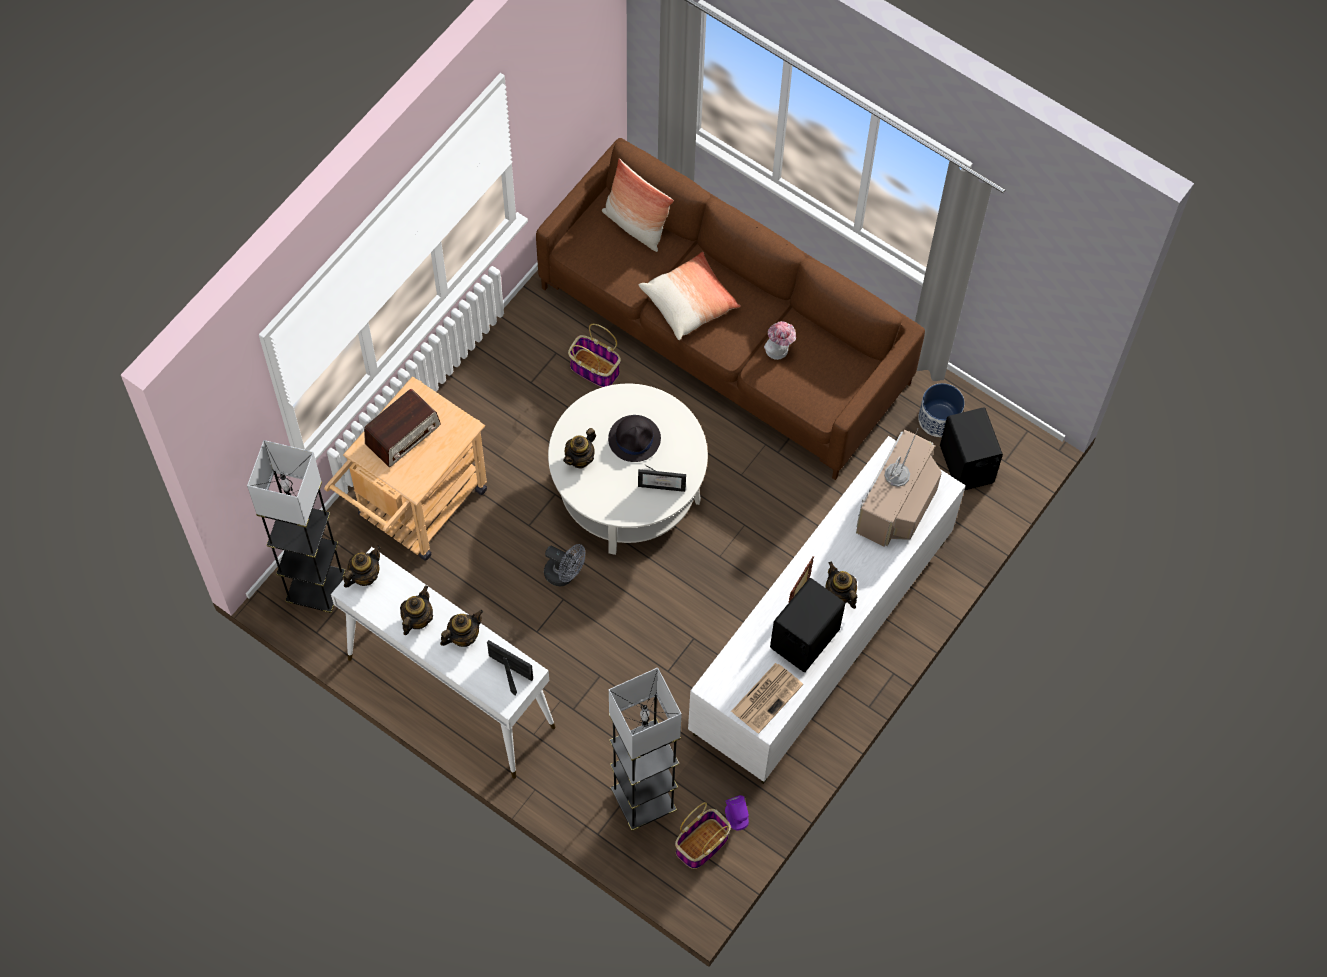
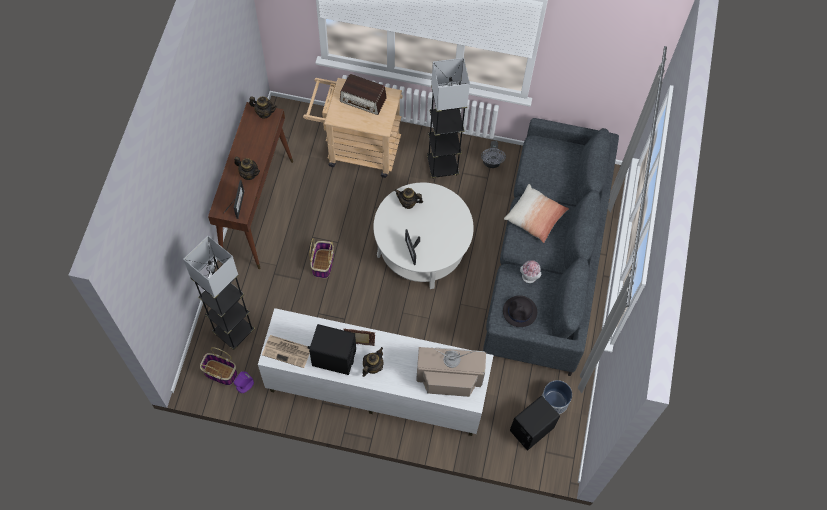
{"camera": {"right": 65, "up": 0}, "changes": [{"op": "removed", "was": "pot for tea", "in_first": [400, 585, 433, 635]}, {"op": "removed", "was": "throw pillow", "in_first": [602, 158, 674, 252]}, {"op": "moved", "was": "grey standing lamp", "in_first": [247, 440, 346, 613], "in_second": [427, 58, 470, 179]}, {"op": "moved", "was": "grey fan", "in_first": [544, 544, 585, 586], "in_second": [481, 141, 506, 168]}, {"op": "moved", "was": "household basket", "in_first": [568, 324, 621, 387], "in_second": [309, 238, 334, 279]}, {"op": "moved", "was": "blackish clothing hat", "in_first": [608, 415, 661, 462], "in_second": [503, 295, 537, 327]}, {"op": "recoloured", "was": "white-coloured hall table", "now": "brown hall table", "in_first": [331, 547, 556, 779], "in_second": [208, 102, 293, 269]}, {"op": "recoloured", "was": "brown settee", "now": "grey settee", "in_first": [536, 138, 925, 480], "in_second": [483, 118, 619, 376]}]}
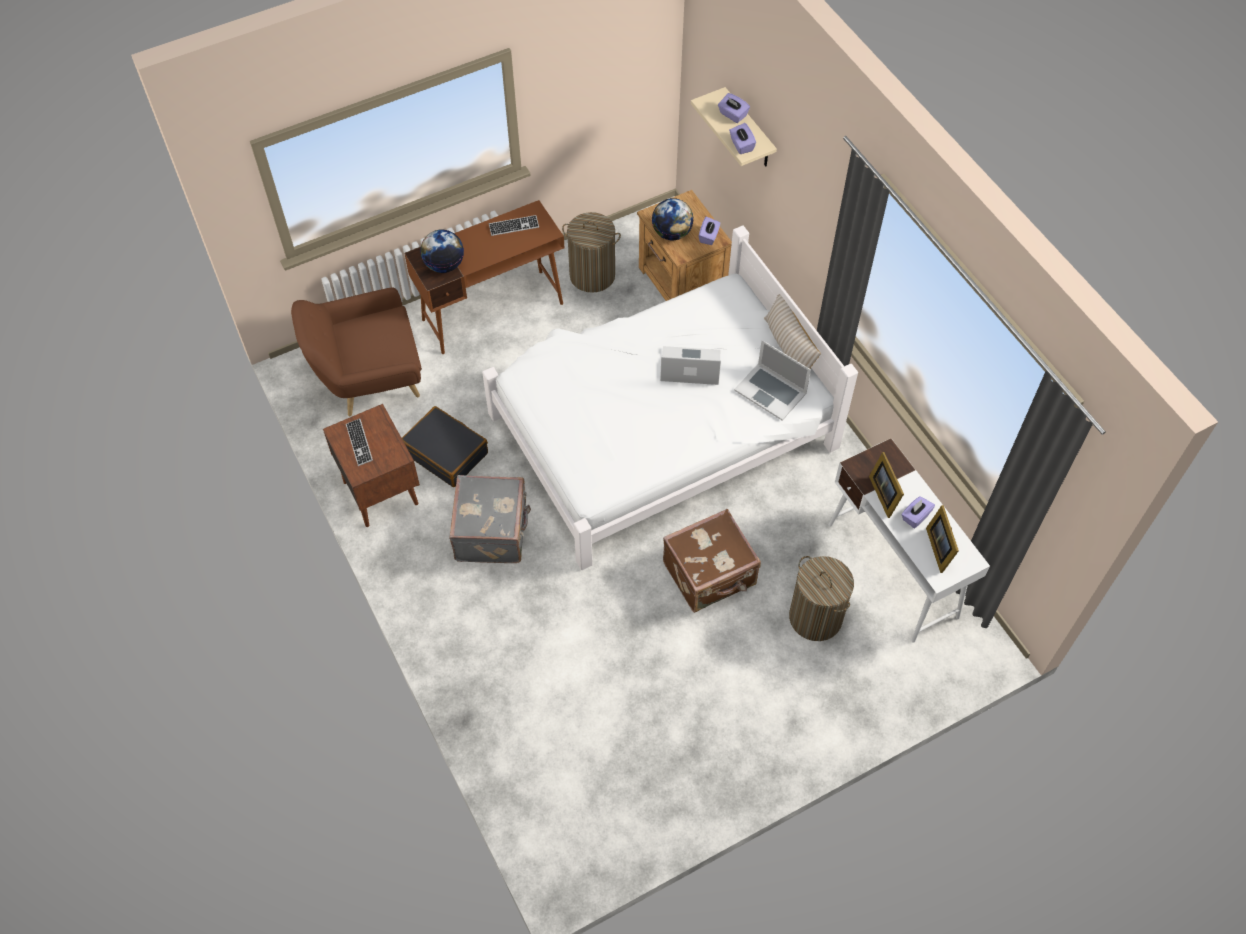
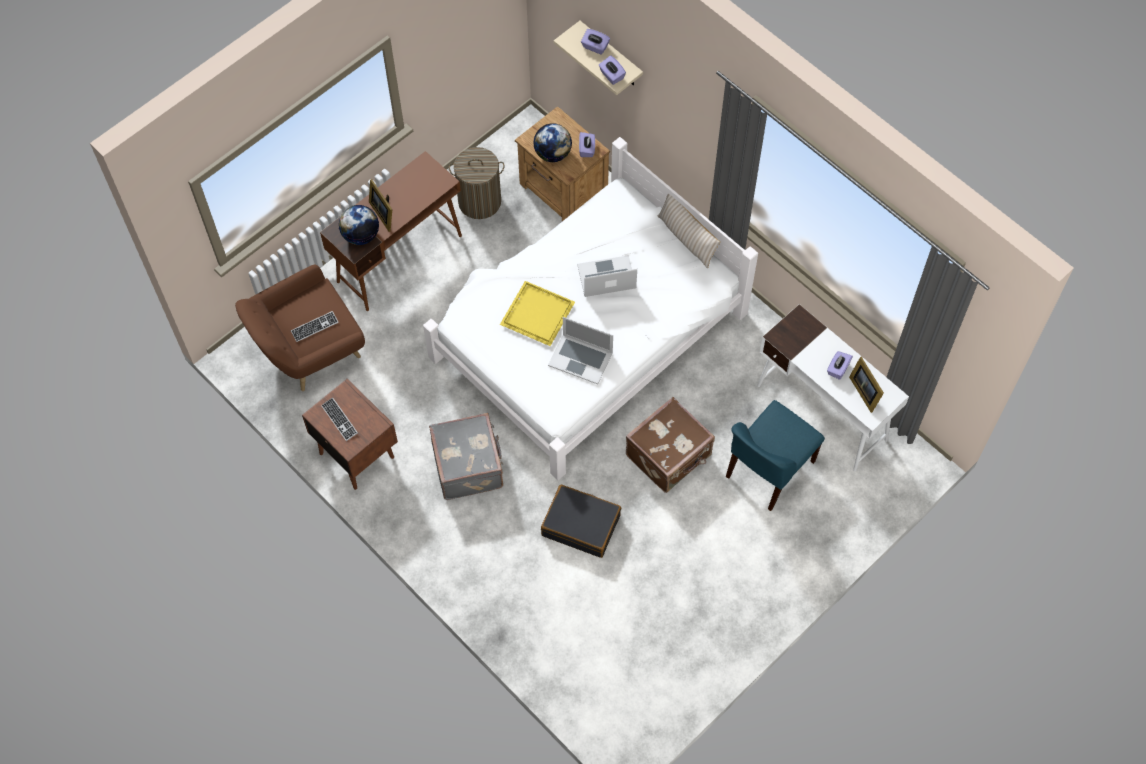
{"camera": {"right": -15, "up": 5}, "changes": [{"op": "added", "now": "yellow-coloured serving tray", "in_second": [500, 281, 575, 346]}, {"op": "moved", "was": "blackish travel case", "in_first": [402, 406, 488, 487], "in_second": [541, 485, 621, 558]}, {"op": "moved", "was": "computer keyboard", "in_first": [489, 215, 539, 236], "in_second": [291, 311, 339, 342]}, {"op": "moved", "was": "laptop", "in_first": [734, 340, 811, 421], "in_second": [548, 317, 613, 384]}, {"op": "moved", "was": "standing frame", "in_first": [869, 452, 904, 518], "in_second": [369, 179, 392, 232]}, {"op": "replaced", "was": "washing basket", "now": "bluish chair", "in_first": [789, 556, 854, 641], "in_second": [726, 400, 825, 511]}]}
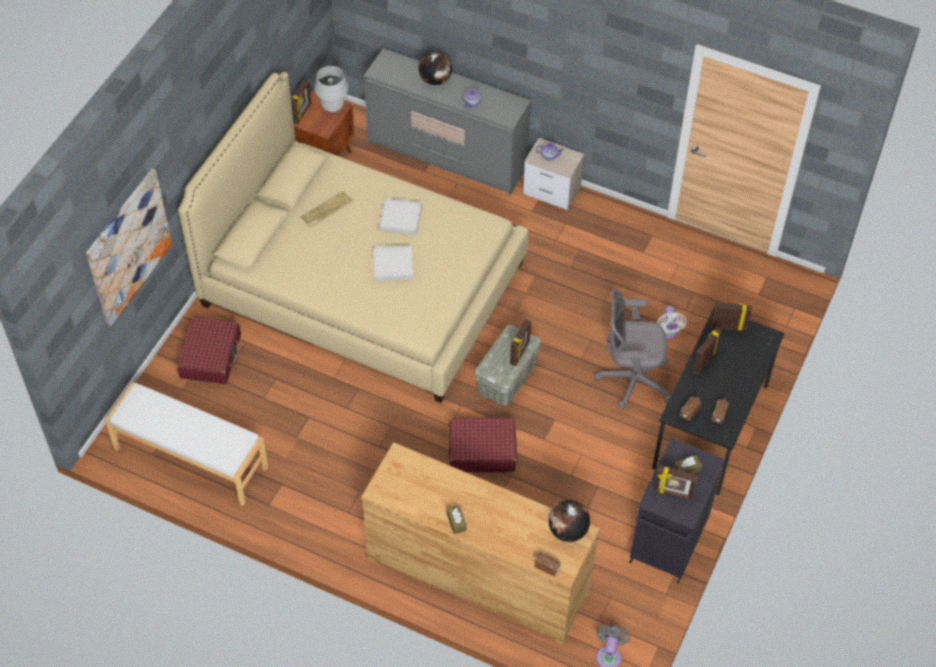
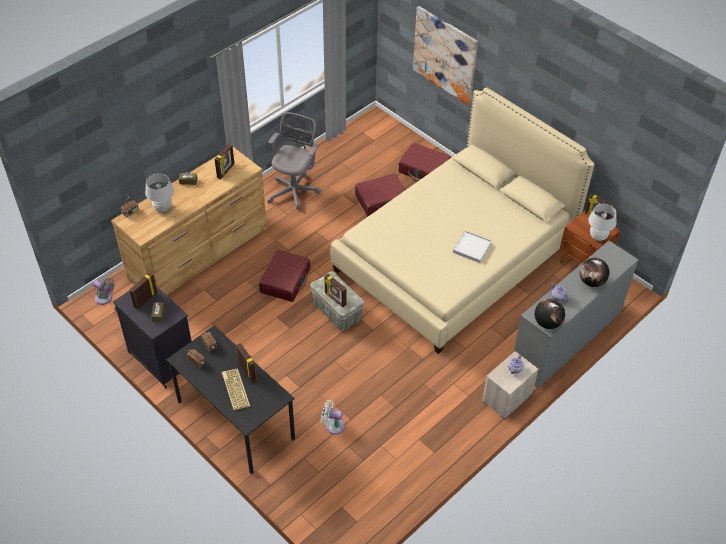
{"camera": {"right": 110, "up": -5}, "changes": [{"op": "removed", "was": "white-coloured bench", "in_first": [105, 382, 268, 506]}, {"op": "removed", "was": "white-coloured serving tray", "in_first": [374, 245, 413, 281]}, {"op": "added", "now": "white-coloured tabletop lamp", "in_second": [145, 173, 174, 212]}, {"op": "added", "now": "red-coloured travel case", "in_second": [355, 173, 405, 216]}, {"op": "moved", "was": "computer keyboard", "in_first": [300, 191, 353, 227], "in_second": [222, 368, 250, 410]}, {"op": "moved", "was": "desk globe", "in_first": [548, 500, 590, 542], "in_second": [534, 299, 565, 329]}, {"op": "moved", "was": "grey computer chair", "in_first": [594, 289, 670, 409], "in_second": [267, 112, 321, 210]}, {"op": "moved", "was": "standing frame", "in_first": [711, 302, 752, 332], "in_second": [215, 144, 235, 179]}]}
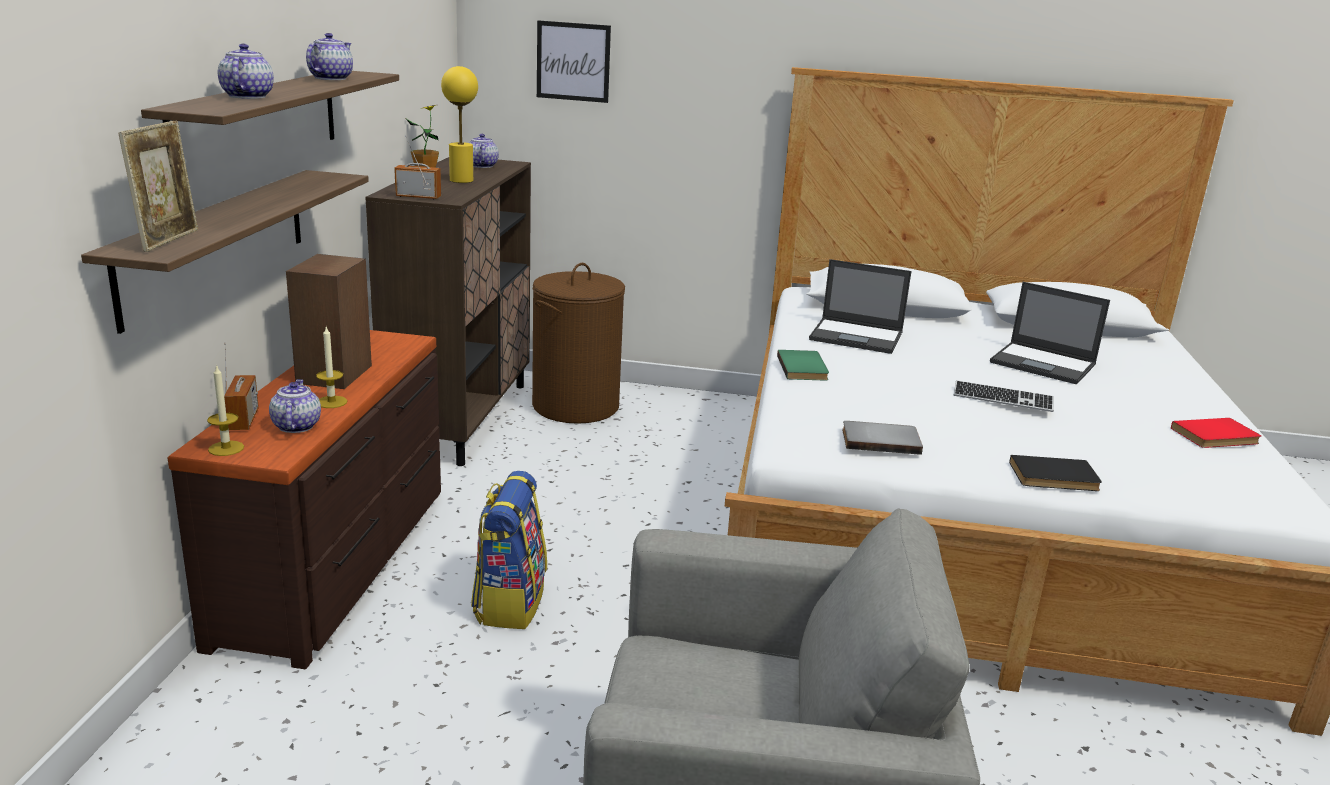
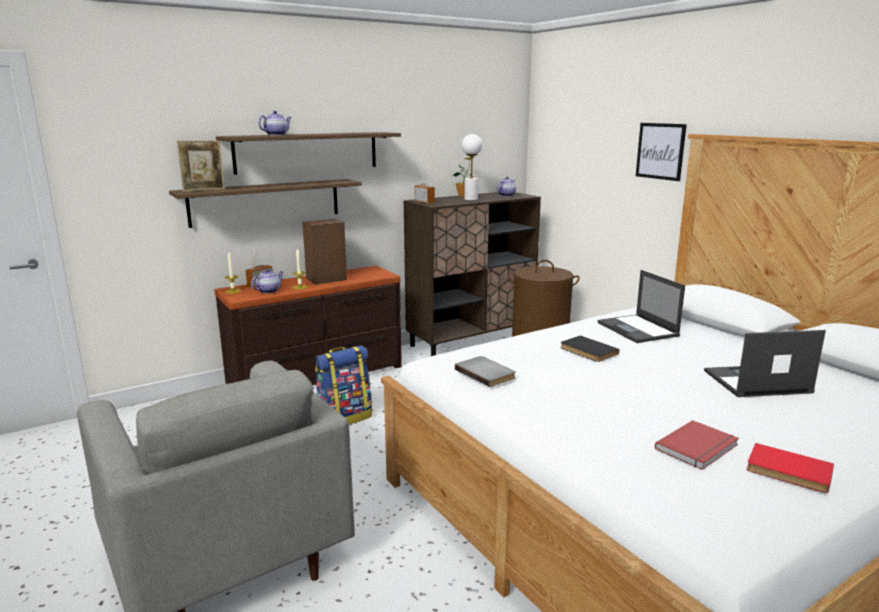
{"camera": {"right": 50, "up": -5}, "changes": [{"op": "removed", "was": "pot for tea", "in_first": [306, 33, 353, 80]}, {"op": "removed", "was": "green book", "in_first": [777, 350, 829, 381]}, {"op": "removed", "was": "computer keyboard", "in_first": [953, 380, 1054, 412]}, {"op": "added", "now": "red-coloured book", "in_second": [655, 420, 739, 470]}, {"op": "moved", "was": "wall picture", "in_first": [537, 20, 611, 103], "in_second": [636, 123, 687, 181]}, {"op": "moved", "was": "blackish book", "in_first": [1009, 455, 1102, 491], "in_second": [560, 336, 619, 362]}, {"op": "recoloured", "was": "yellow-coloured tabletop lamp", "now": "white-coloured tabletop lamp", "in_first": [441, 66, 478, 183], "in_second": [462, 134, 482, 200]}, {"op": "turned", "was": "laptop", "in_first": [990, 282, 1110, 384], "in_second": [704, 330, 826, 397], "clockwise": 90}]}
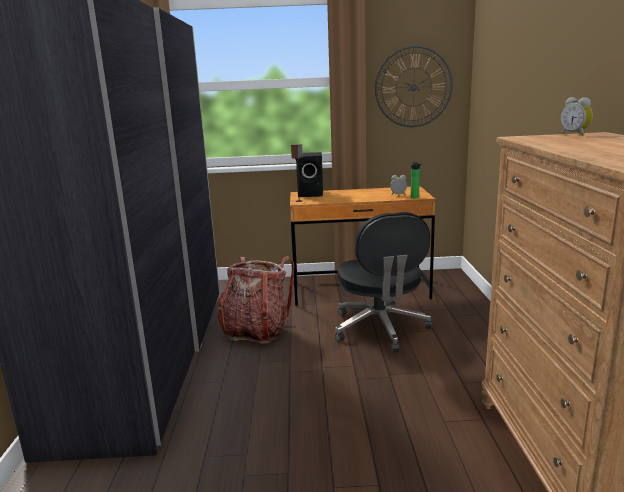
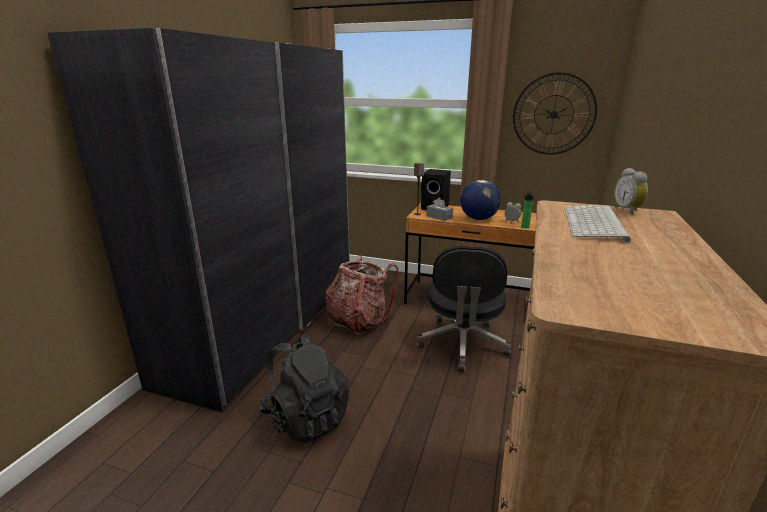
{"camera": {"right": 20, "up": 5}, "changes": [{"op": "added", "now": "blackish rucksack", "in_second": [259, 334, 350, 444]}, {"op": "added", "now": "grey tissue holder", "in_second": [426, 197, 453, 221]}, {"op": "added", "now": "desk globe", "in_second": [460, 180, 501, 220]}, {"op": "added", "now": "computer keyboard", "in_second": [564, 205, 631, 242]}]}
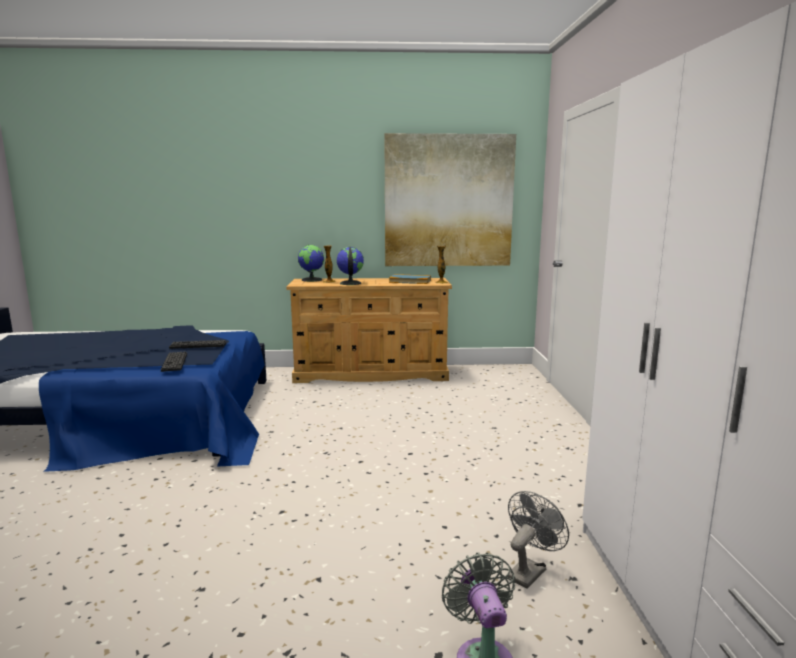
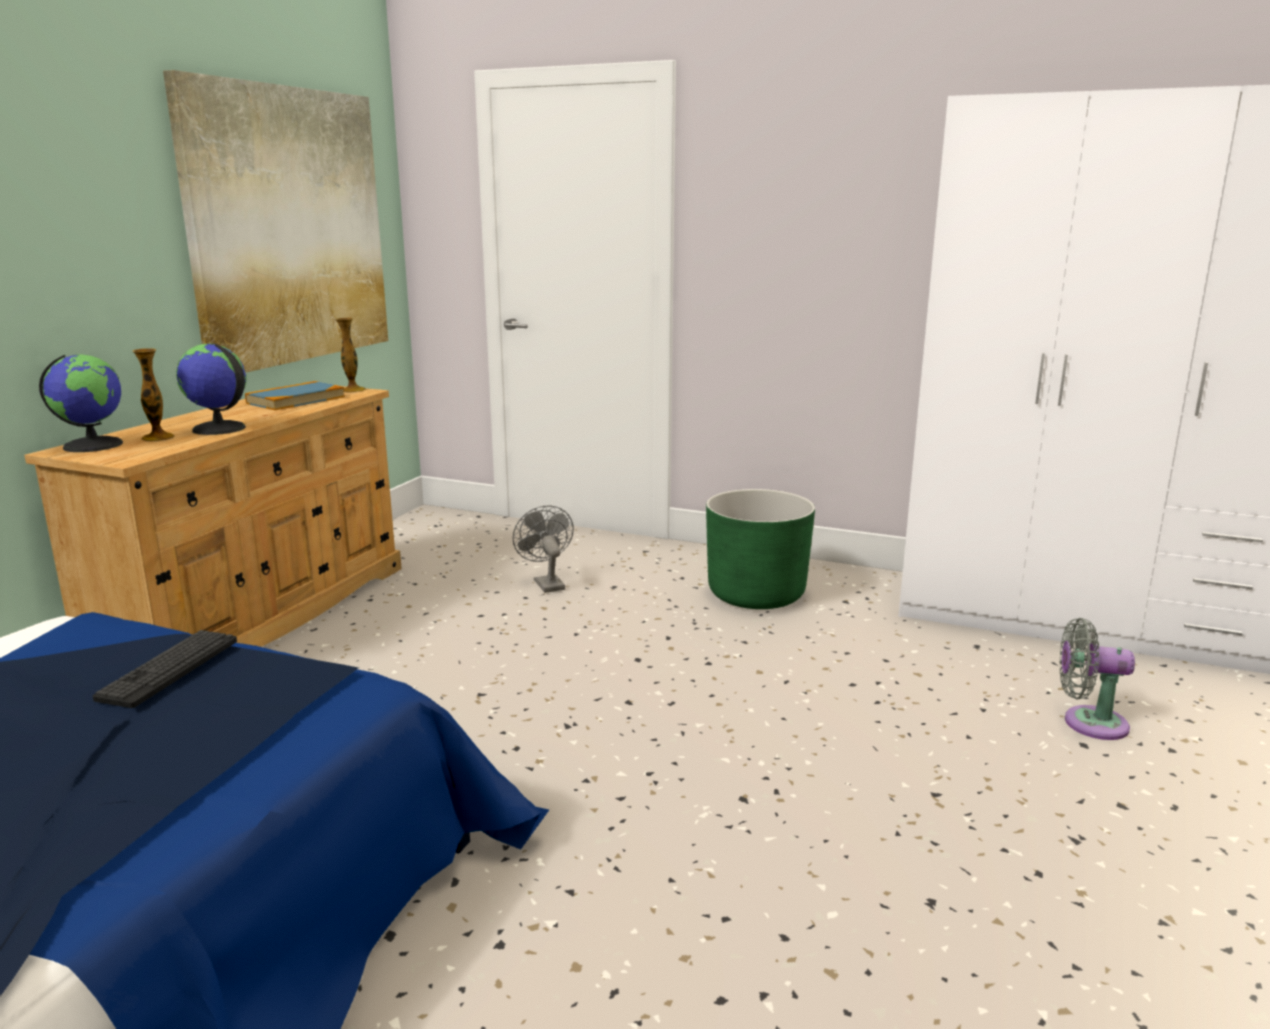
{"camera": {"right": -65, "up": 5}, "changes": [{"op": "removed", "was": "computer keyboard", "in_first": [161, 352, 187, 372]}, {"op": "added", "now": "green plant pot", "in_second": [706, 489, 815, 609]}, {"op": "moved", "was": "grey fan", "in_first": [508, 491, 569, 589], "in_second": [513, 505, 574, 593]}]}
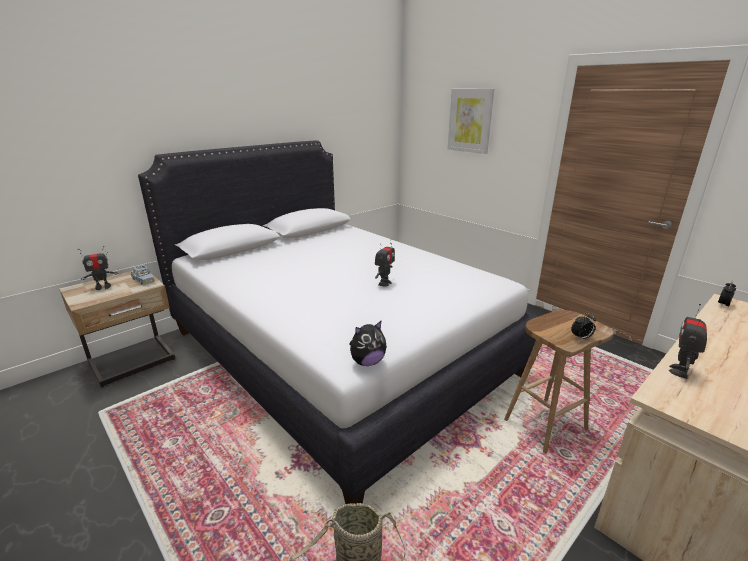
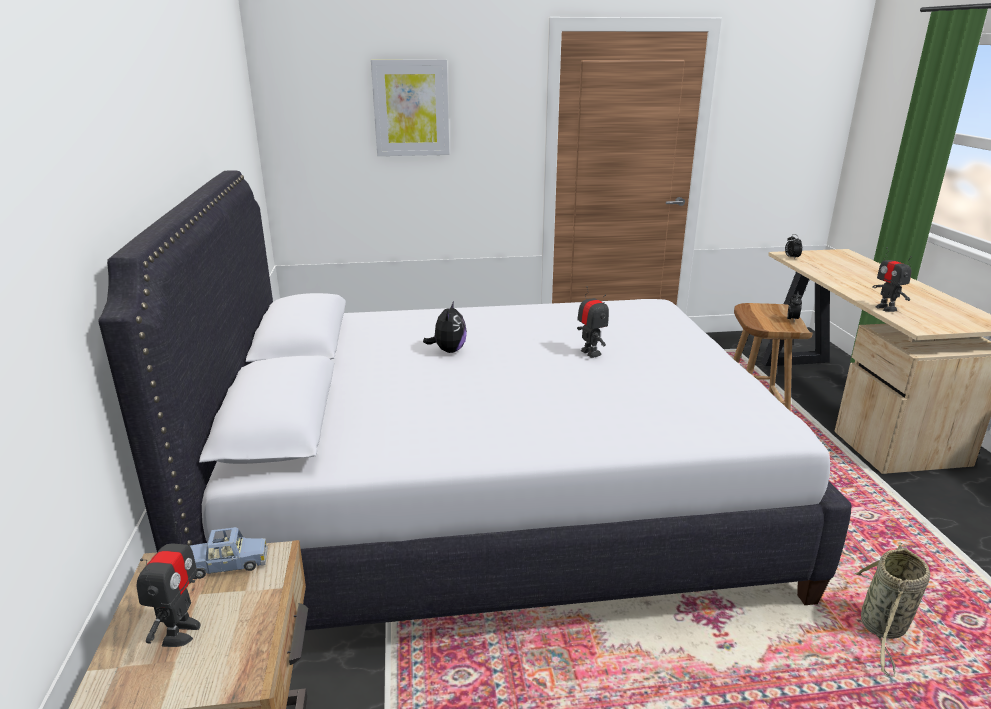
{"camera": {"right": -55, "up": 0}, "changes": [{"op": "moved", "was": "cuddly toy", "in_first": [349, 320, 387, 366], "in_second": [423, 301, 467, 353]}]}
